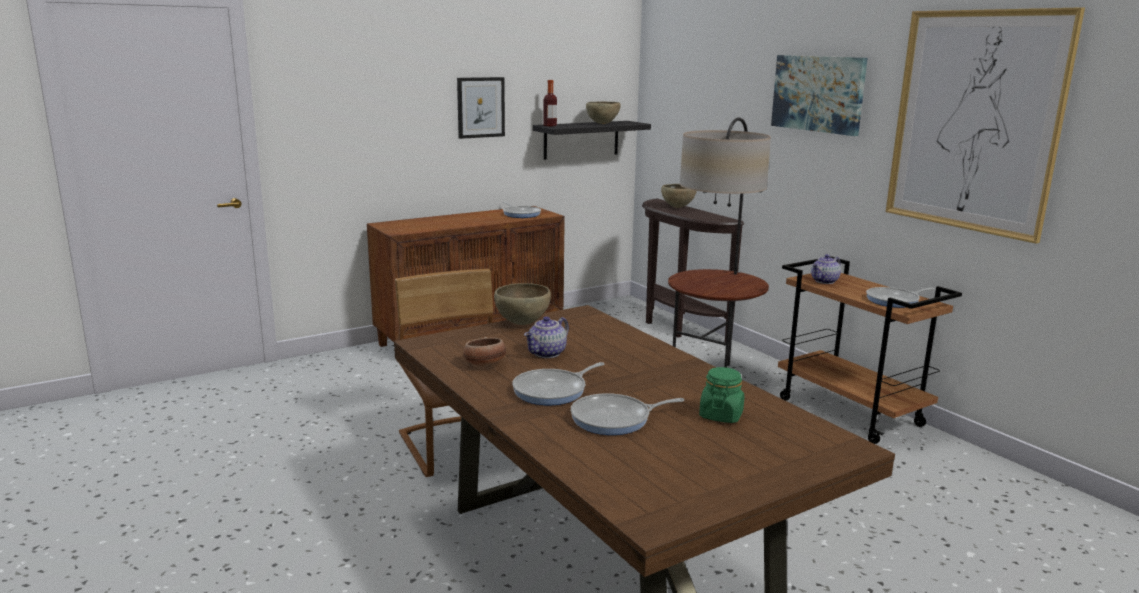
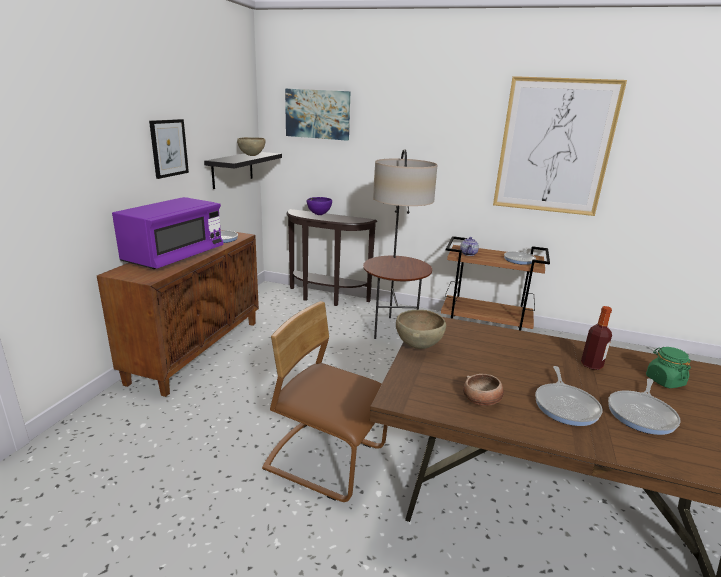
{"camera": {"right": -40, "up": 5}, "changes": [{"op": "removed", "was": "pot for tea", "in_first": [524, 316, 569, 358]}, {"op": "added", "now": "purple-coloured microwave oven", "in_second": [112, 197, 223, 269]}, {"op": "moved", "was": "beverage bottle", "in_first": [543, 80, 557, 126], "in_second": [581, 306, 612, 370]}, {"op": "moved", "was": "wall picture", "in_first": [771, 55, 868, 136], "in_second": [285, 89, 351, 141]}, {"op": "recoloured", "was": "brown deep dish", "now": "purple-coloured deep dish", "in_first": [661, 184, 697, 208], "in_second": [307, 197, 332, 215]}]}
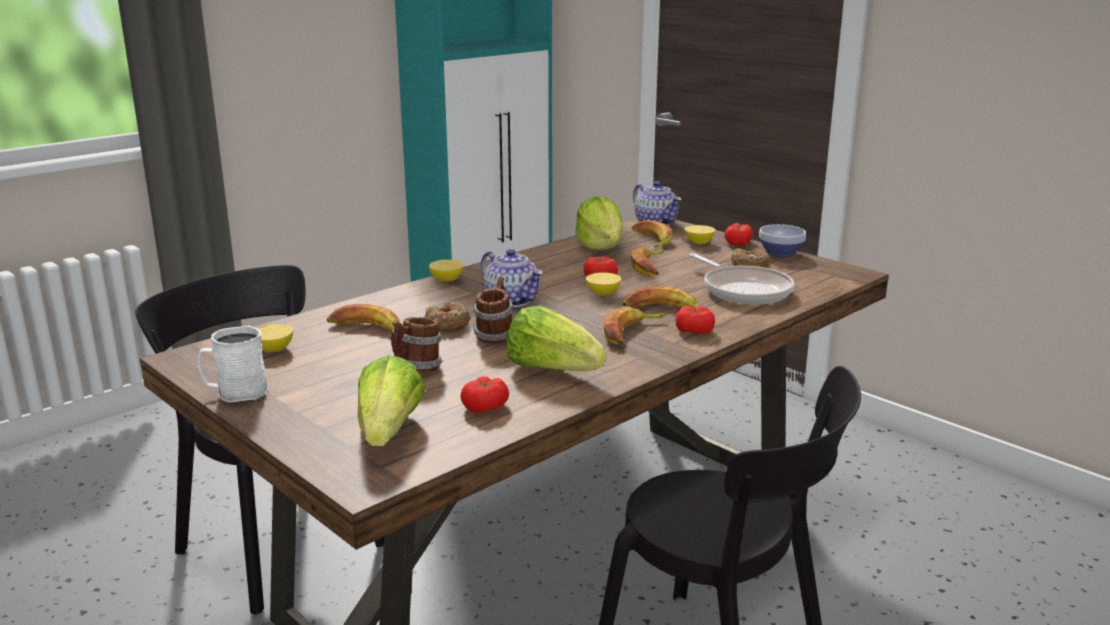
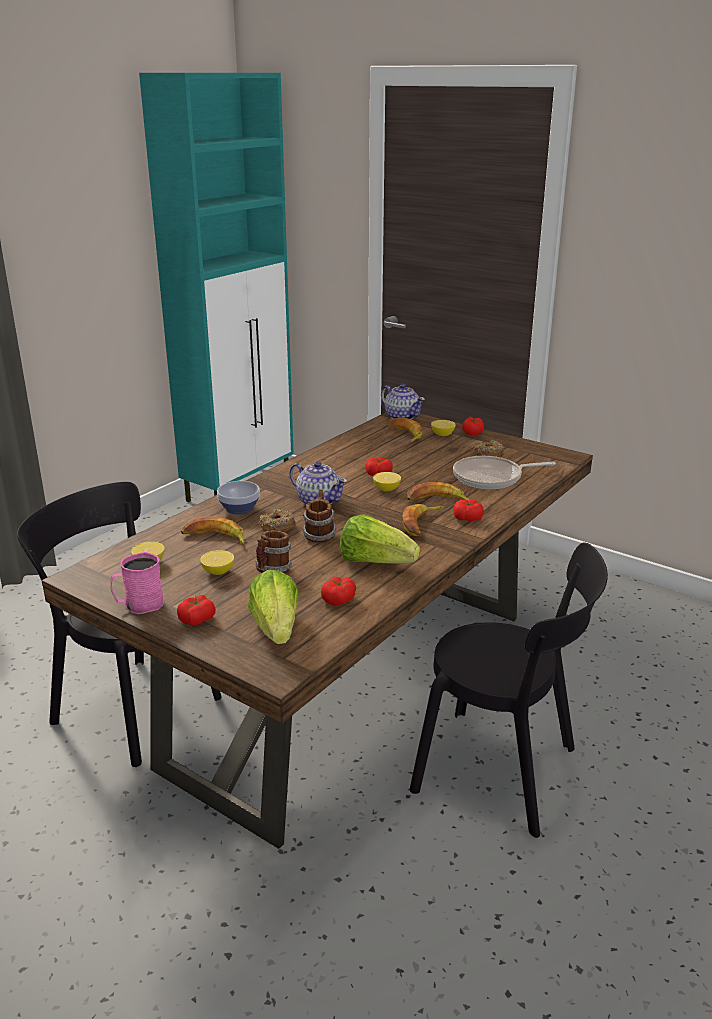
{"camera": {"right": -10, "up": 5}, "changes": [{"op": "removed", "was": "lettuce", "in_first": [575, 197, 623, 250]}, {"op": "removed", "was": "banana fruit", "in_first": [631, 248, 665, 276]}, {"op": "added", "now": "tomato", "in_second": [177, 595, 216, 626]}, {"op": "moved", "was": "lemon", "in_first": [429, 260, 463, 282], "in_second": [200, 550, 234, 575]}, {"op": "moved", "was": "deep dish", "in_first": [759, 224, 806, 257], "in_second": [217, 481, 260, 515]}, {"op": "recoloured", "was": "white-coloured mug", "now": "pink-coloured mug", "in_first": [198, 325, 268, 402], "in_second": [110, 552, 164, 614]}, {"op": "turned", "was": "frying pan", "in_first": [689, 253, 795, 304], "in_second": [453, 456, 556, 489], "clockwise": 120}]}
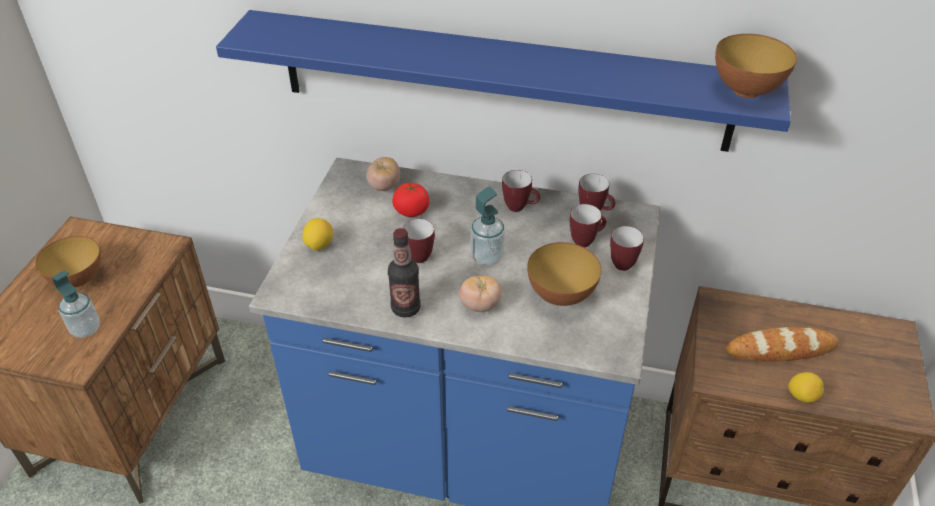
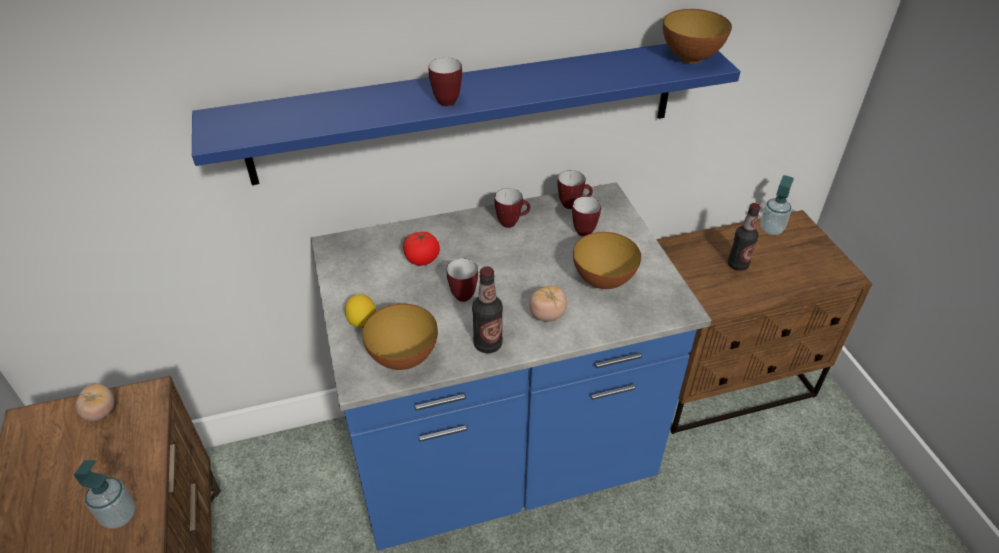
{"camera": {"right": -30, "up": 0}, "changes": [{"op": "removed", "was": "lemon", "in_first": [788, 372, 824, 403]}, {"op": "moved", "was": "deep dish", "in_first": [36, 236, 101, 287], "in_second": [362, 304, 438, 370]}, {"op": "moved", "was": "tomato", "in_first": [366, 157, 400, 191], "in_second": [76, 384, 115, 421]}, {"op": "moved", "was": "soap dispenser", "in_first": [471, 187, 505, 266], "in_second": [760, 175, 794, 235]}, {"op": "moved", "was": "mug", "in_first": [610, 226, 644, 271], "in_second": [428, 58, 462, 106]}, {"op": "replaced", "was": "baked bread", "now": "beverage bottle", "in_first": [726, 327, 839, 362], "in_second": [728, 203, 761, 271]}]}
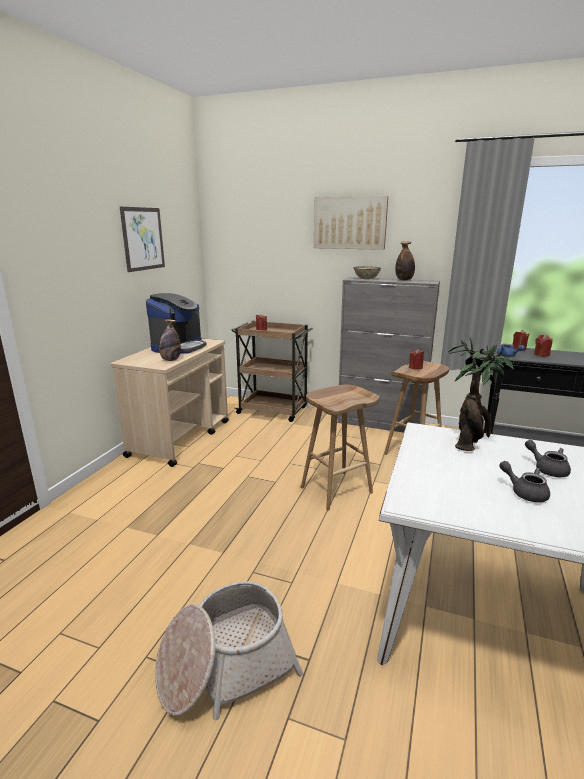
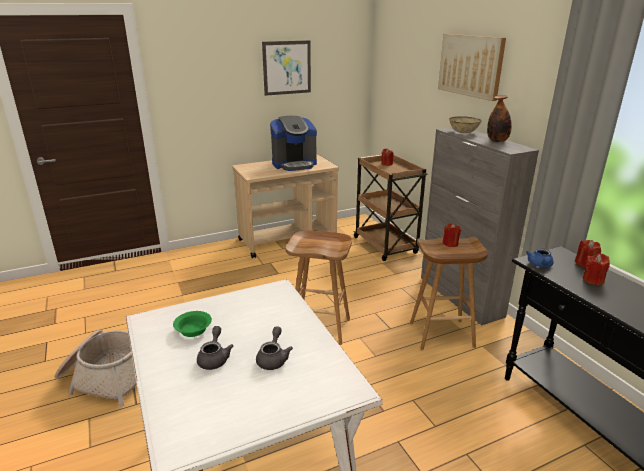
{"camera": {"right": 45, "up": 5}, "changes": [{"op": "removed", "was": "beverage bottle", "in_first": [159, 319, 181, 361]}, {"op": "removed", "was": "houseplant", "in_first": [448, 335, 514, 451]}, {"op": "added", "now": "green deep dish", "in_second": [173, 311, 212, 337]}]}
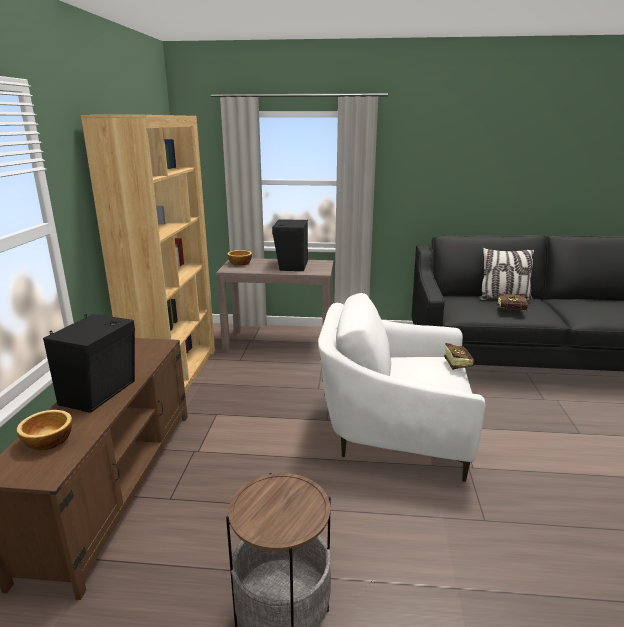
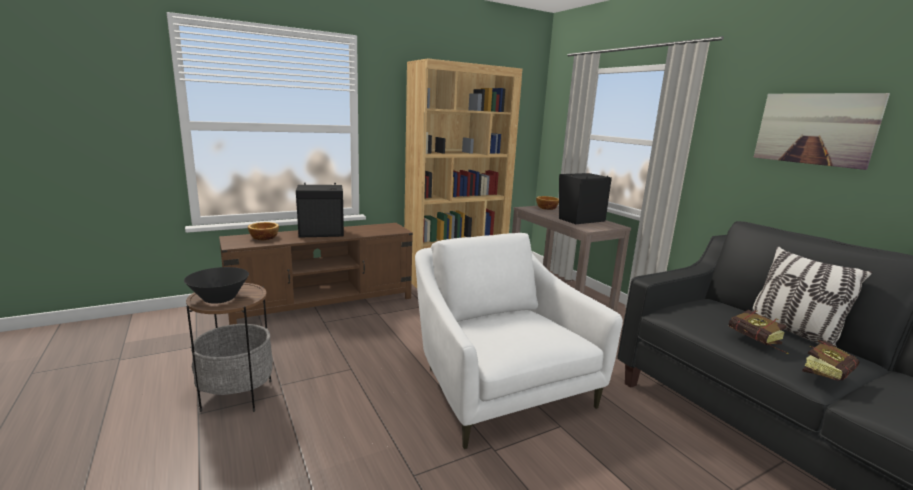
{"camera": {"right": 55, "up": -5}, "changes": [{"op": "added", "now": "blackish deep dish", "in_second": [184, 267, 249, 304]}, {"op": "added", "now": "wall picture", "in_second": [753, 93, 890, 170]}, {"op": "moved", "was": "book", "in_first": [444, 343, 475, 370], "in_second": [803, 340, 860, 381]}]}
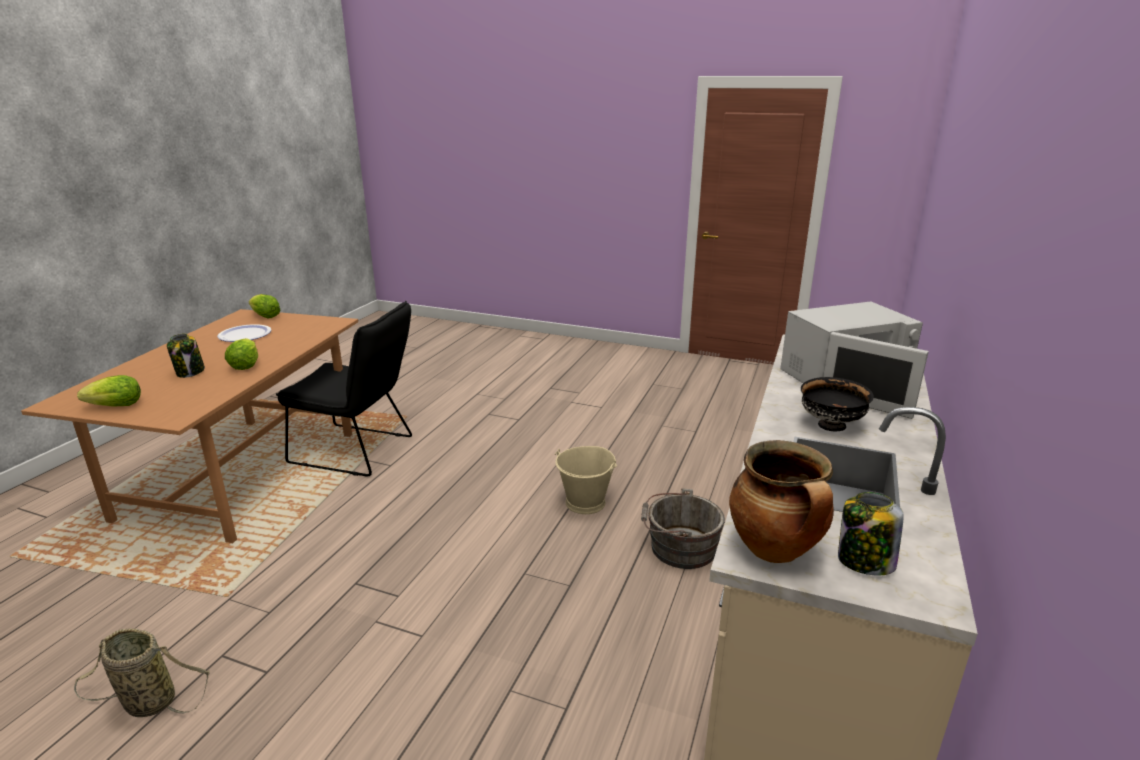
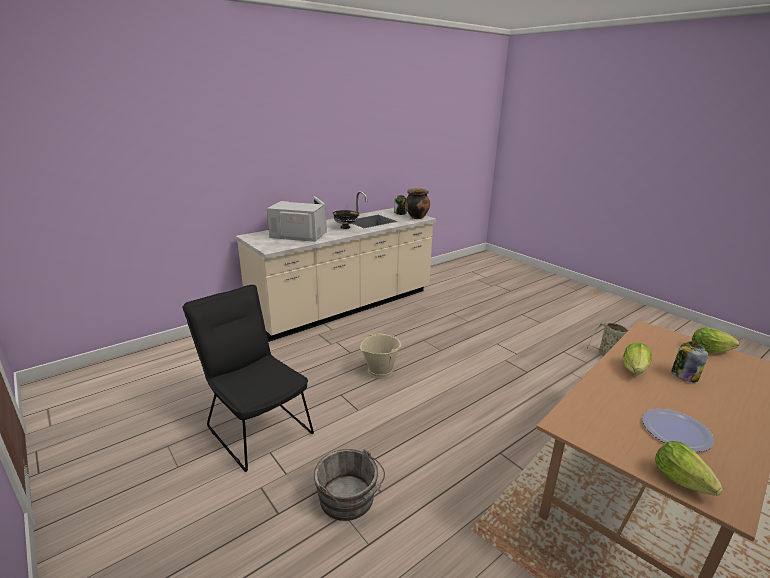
{"camera": {"right": -150, "up": 0}, "changes": [{"op": "moved", "was": "blackish chair", "in_first": [276, 301, 412, 477], "in_second": [183, 285, 314, 472]}, {"op": "moved", "was": "grey water bucket", "in_first": [641, 488, 725, 569], "in_second": [314, 448, 385, 521]}]}
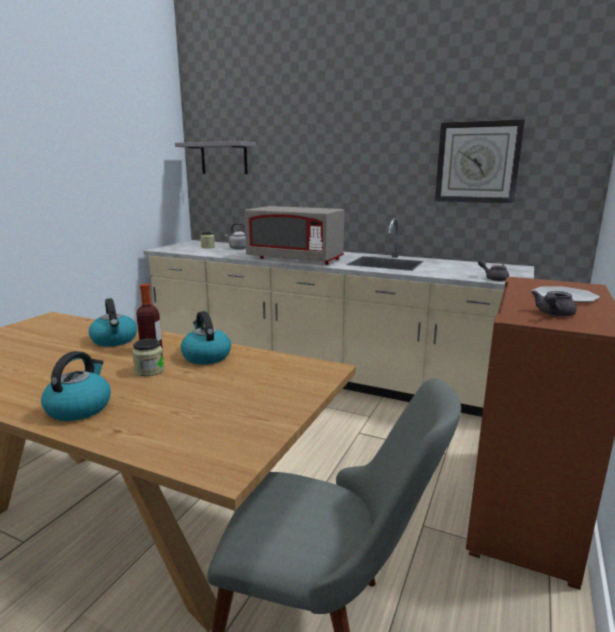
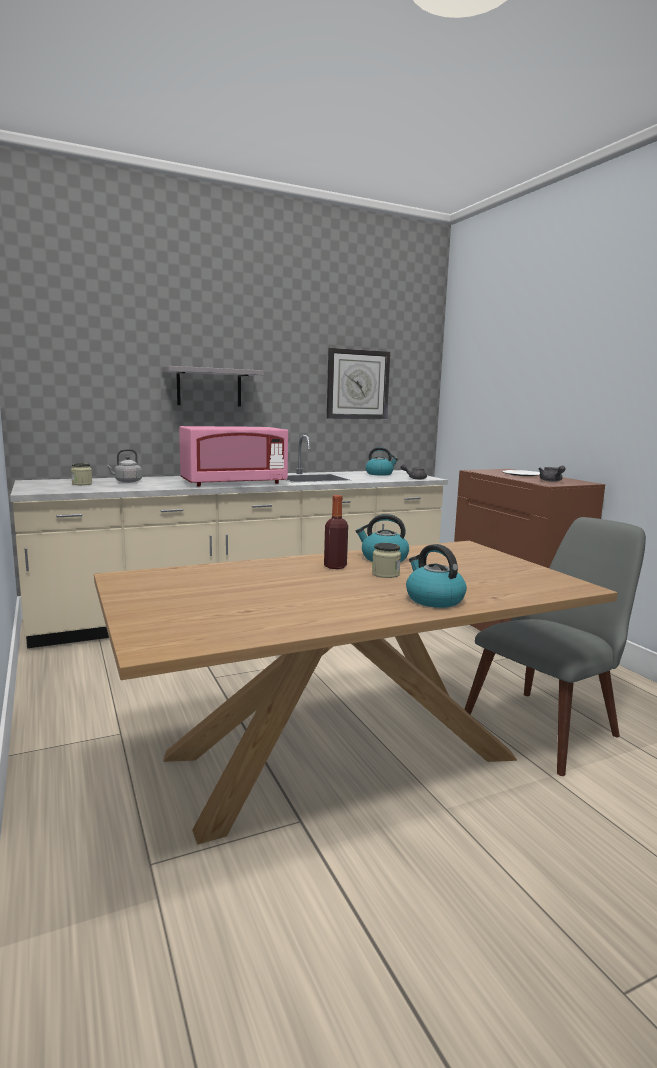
{"camera": {"right": -50, "up": -5}, "changes": [{"op": "moved", "was": "water kettle", "in_first": [89, 298, 137, 347], "in_second": [365, 447, 398, 476]}, {"op": "moved", "was": "grey wall shelf", "in_first": [175, 141, 256, 174], "in_second": [162, 366, 264, 407]}, {"op": "recoloured", "was": "grey microwave oven", "now": "pink-coloured microwave oven", "in_first": [244, 206, 344, 265], "in_second": [179, 426, 288, 486]}]}
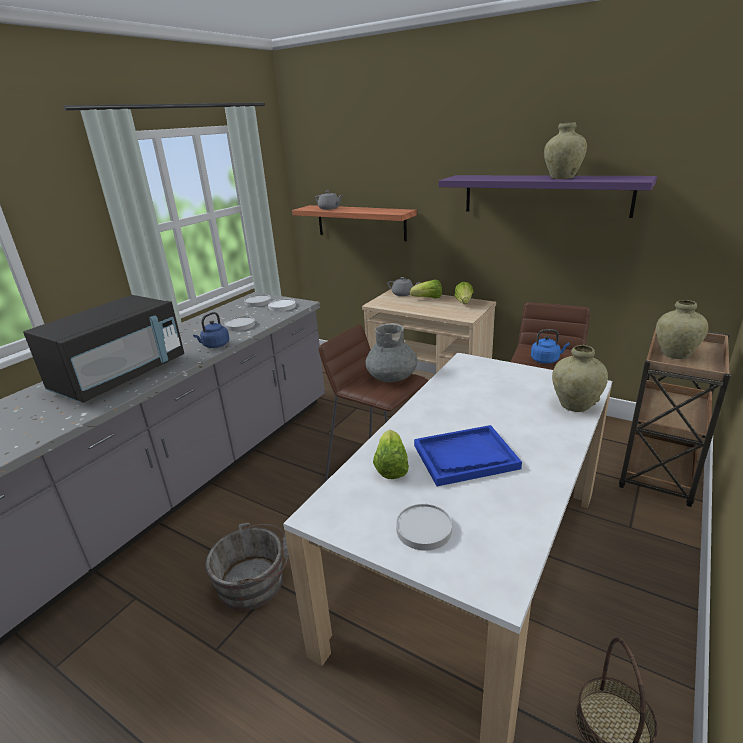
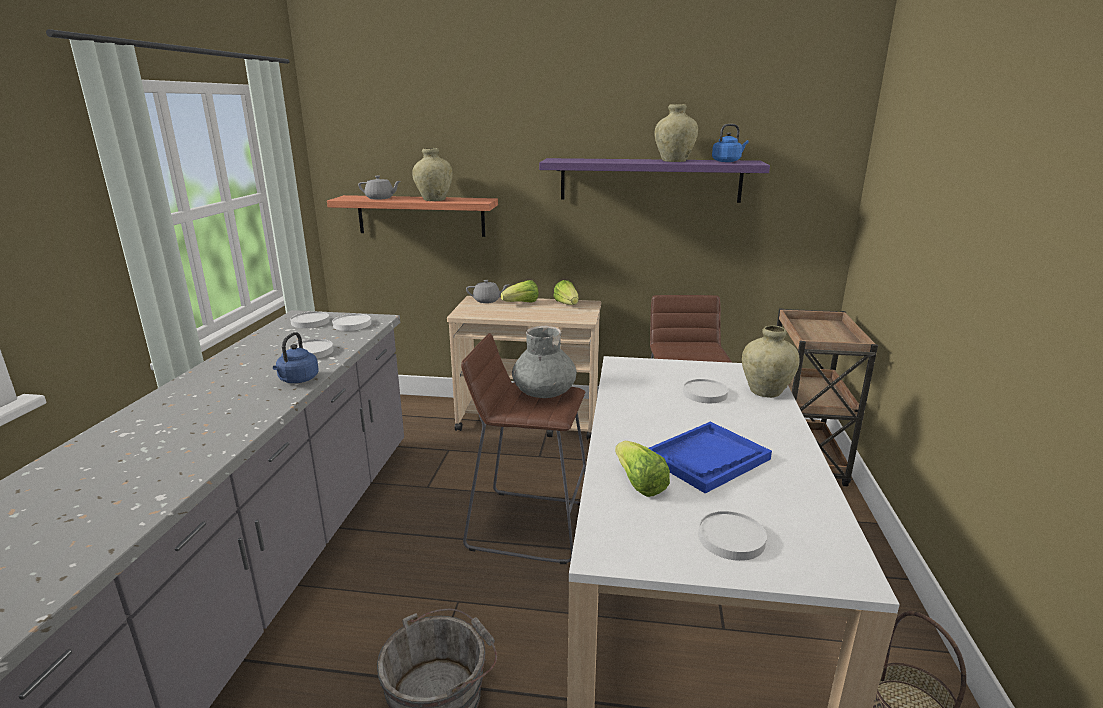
{"camera": {"right": -25, "up": -5}, "changes": [{"op": "removed", "was": "blackish microwave oven", "in_first": [23, 295, 184, 403]}, {"op": "added", "now": "white-coloured flat dish", "in_second": [683, 379, 728, 403]}, {"op": "moved", "was": "bluish water kettle", "in_first": [531, 329, 570, 364], "in_second": [712, 124, 749, 162]}, {"op": "moved", "was": "beige-coloured decorative vase", "in_first": [656, 300, 708, 359], "in_second": [412, 148, 453, 201]}]}
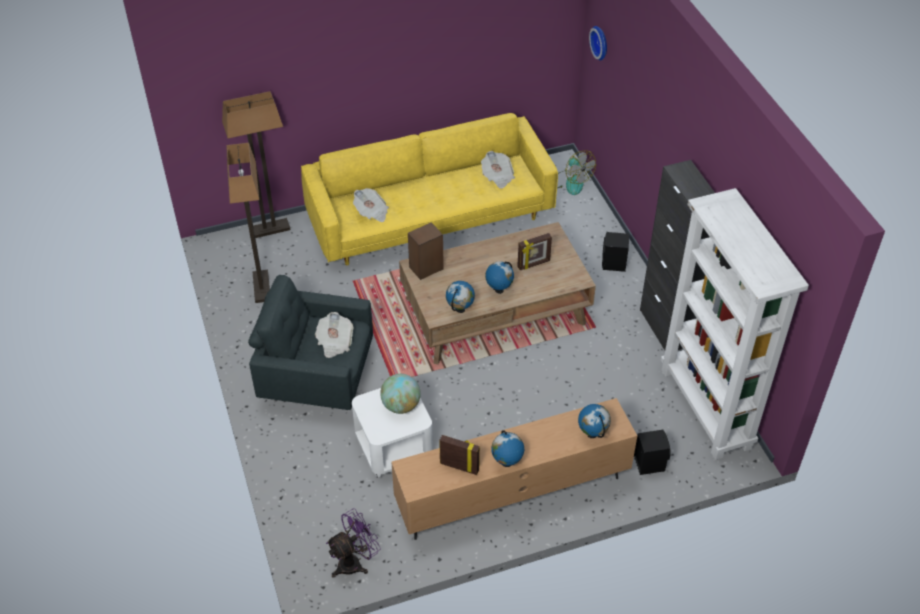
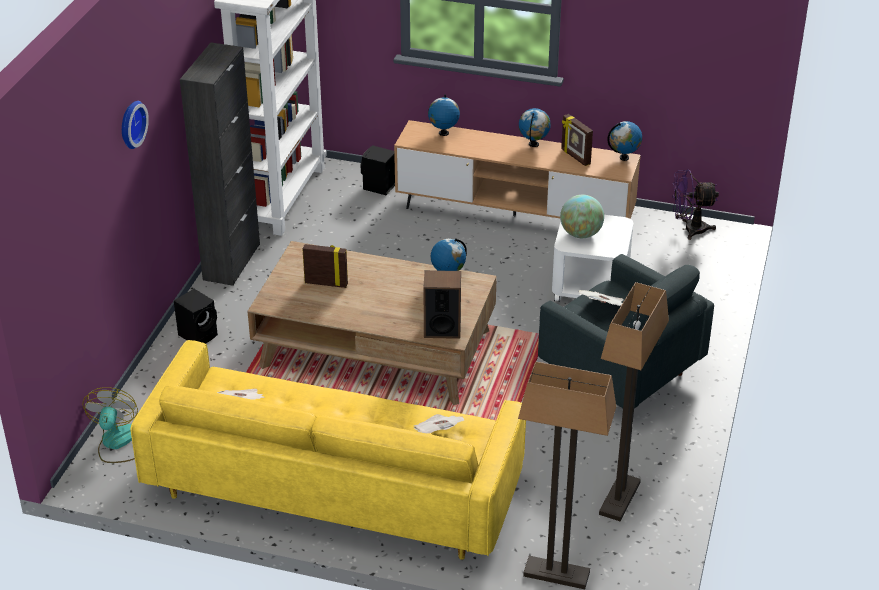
{"camera": {"right": -145, "up": -10}, "changes": [{"op": "moved", "was": "desk globe", "in_first": [485, 261, 514, 294], "in_second": [607, 121, 642, 161]}, {"op": "moved", "was": "hanging clock", "in_first": [589, 26, 607, 60], "in_second": [122, 101, 149, 149]}]}
